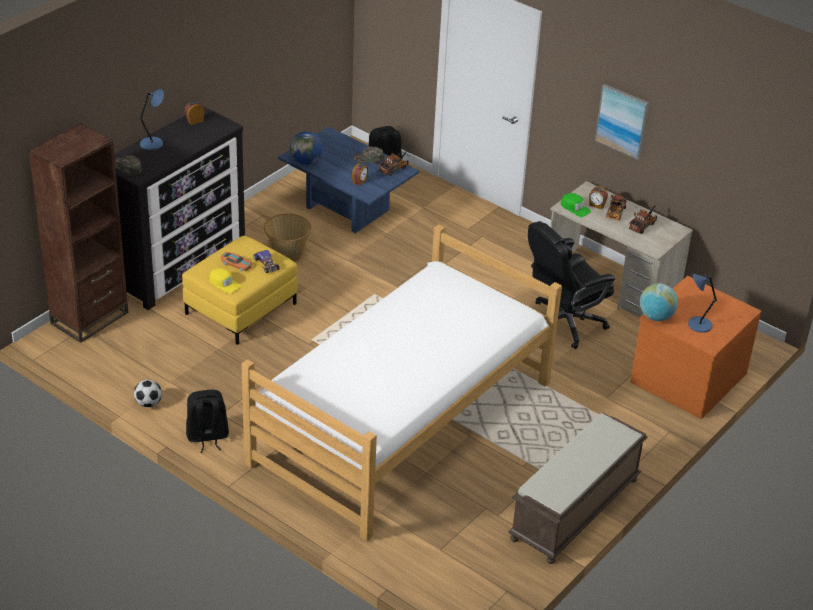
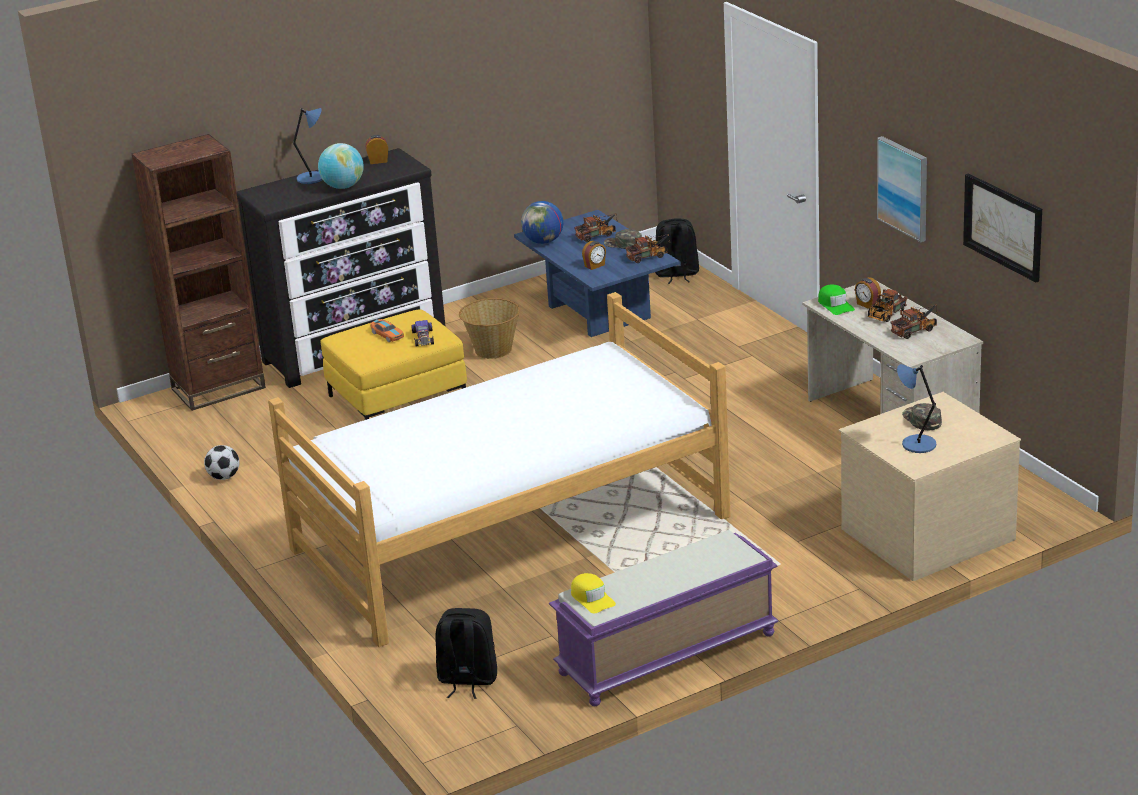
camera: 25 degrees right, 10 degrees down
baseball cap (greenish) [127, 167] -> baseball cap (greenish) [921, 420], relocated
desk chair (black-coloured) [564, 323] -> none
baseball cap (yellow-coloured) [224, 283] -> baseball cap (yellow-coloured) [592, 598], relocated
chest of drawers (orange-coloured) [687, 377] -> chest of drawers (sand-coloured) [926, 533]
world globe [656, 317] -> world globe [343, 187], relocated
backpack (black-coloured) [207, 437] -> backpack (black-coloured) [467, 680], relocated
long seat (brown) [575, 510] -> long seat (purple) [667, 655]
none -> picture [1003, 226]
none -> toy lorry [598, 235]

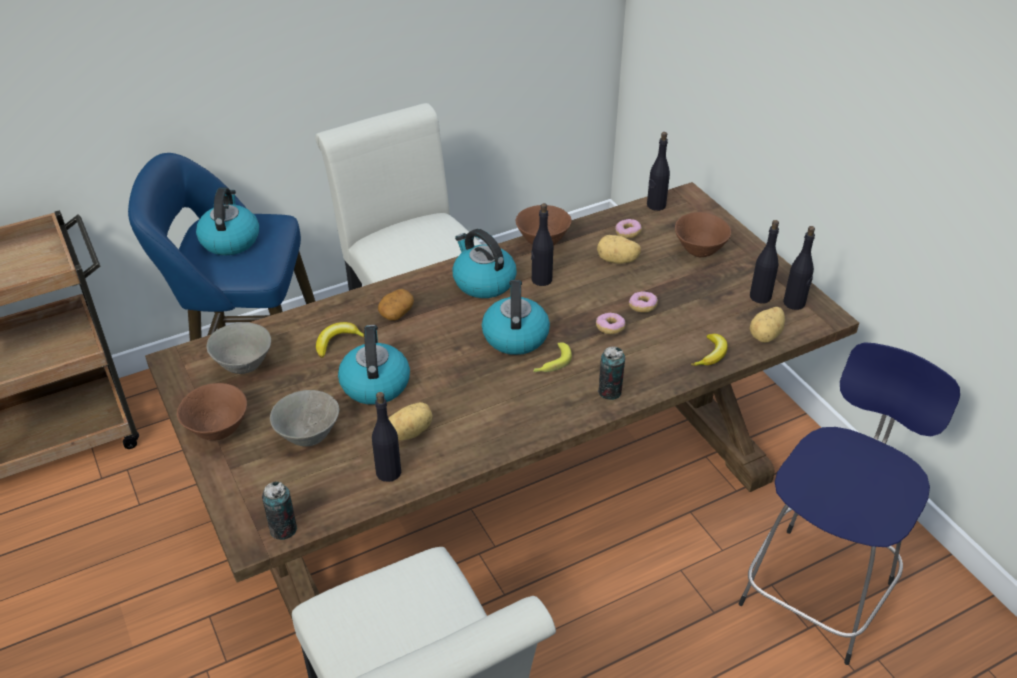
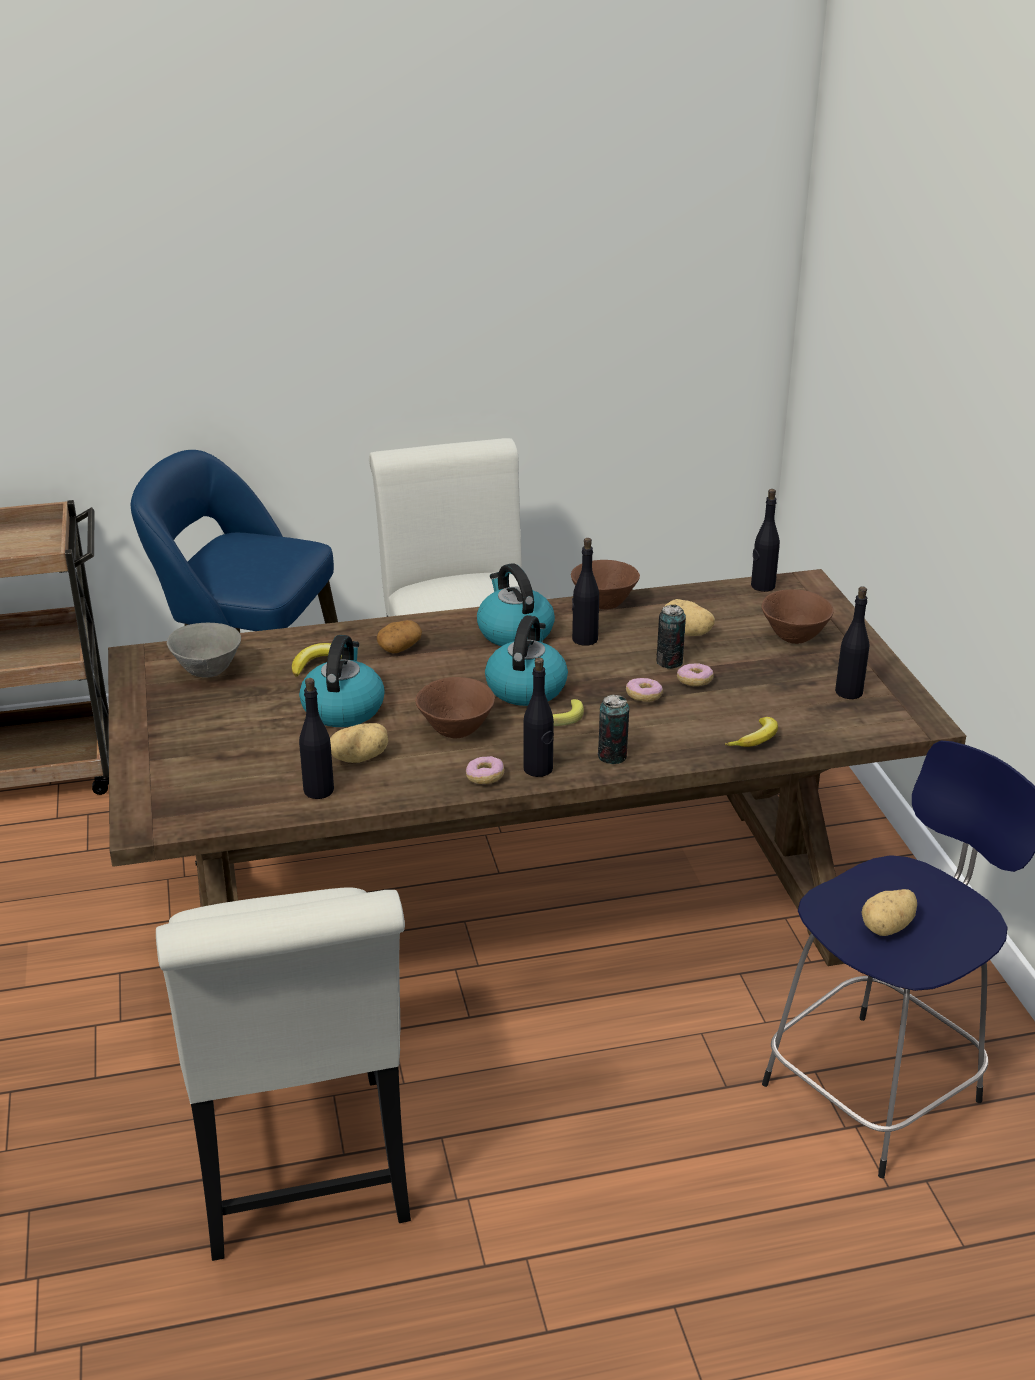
camera: 15 degrees right, 10 degrees down
tea kettle [230, 240] -> none
doughnut [628, 233] -> doughnut [485, 777], relocated
beverage bottle (black-coloured) [794, 303] -> beverage bottle (black-coloured) [538, 769], relocated
potato [766, 335] -> potato [888, 928], relocated
bowl (brown) [218, 431] -> bowl (brown) [456, 732], relocated
bowl (greyish) [308, 437] -> none
metal can [283, 529] -> metal can [669, 662], relocated

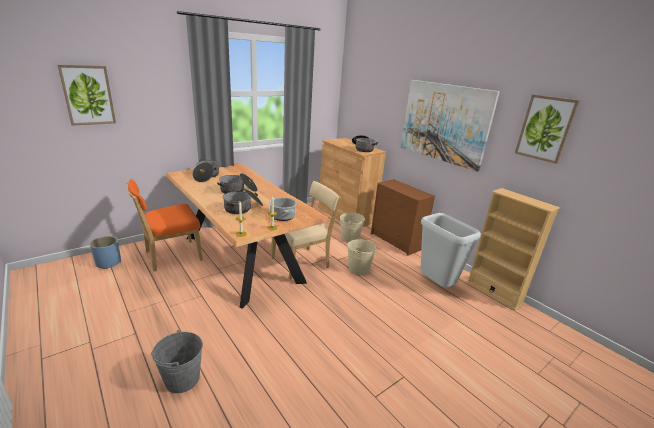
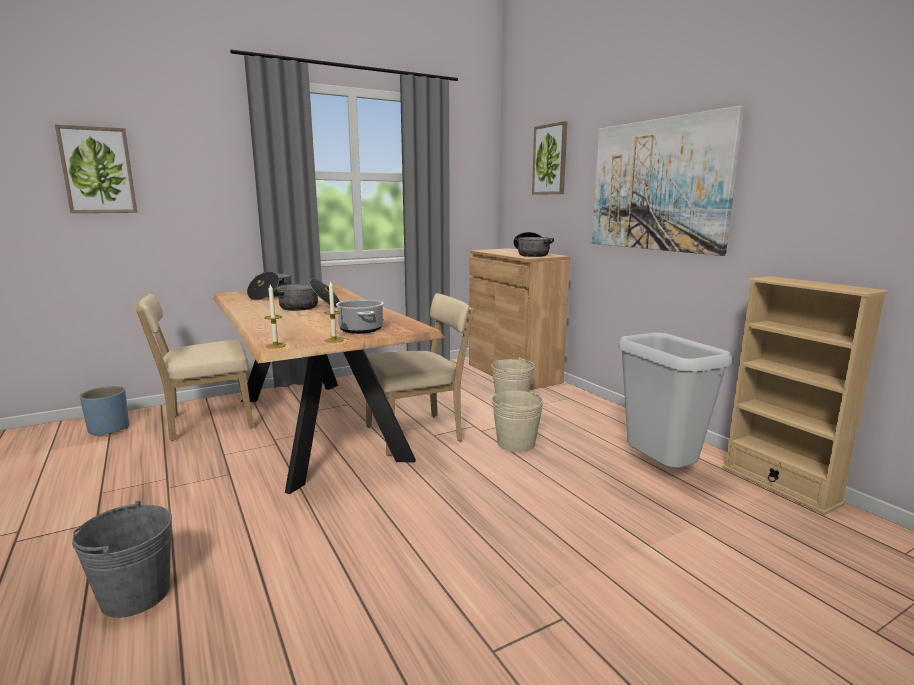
camera: 10 degrees right, 10 degrees down
picture [545, 128] -> picture [550, 159], relocated
chair (orange-coloured) [170, 256] -> chair (sand-coloured) [206, 422]
chest of drawers (brown) [397, 241] -> none
stockpot [243, 208] -> none

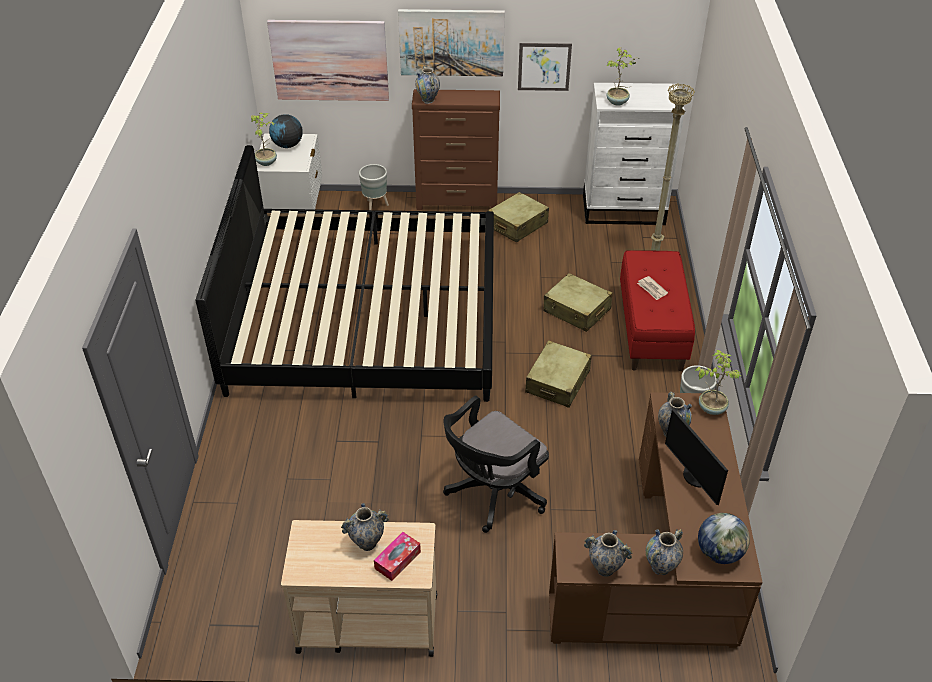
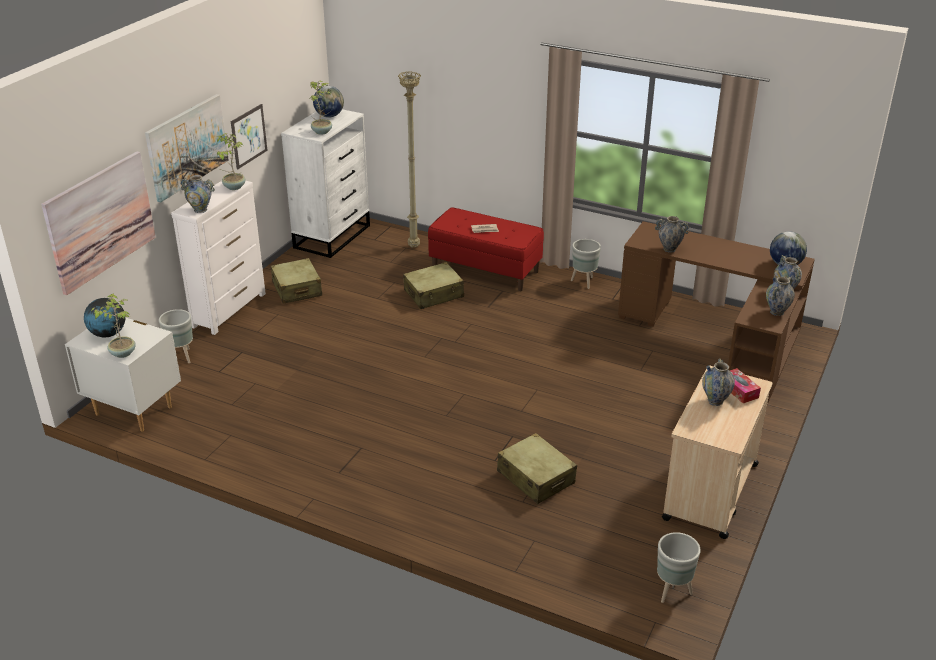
camera: 65 degrees left, 10 degrees down
chest of drawers (brown) [457, 202] -> chest of drawers (whitish) [230, 310]
bedroom bed [366, 315] -> none
piece of luggage (sand-coloured) [558, 382] -> piece of luggage (sand-coloured) [535, 477], relocated
houseplant [711, 408] -> houseplant [233, 187], relocated
desk chair (black-coloured) [492, 494] -> none
monitor [695, 477] -> none
none -> world globe [329, 116]
none -> plant pot (greyish) [671, 591]

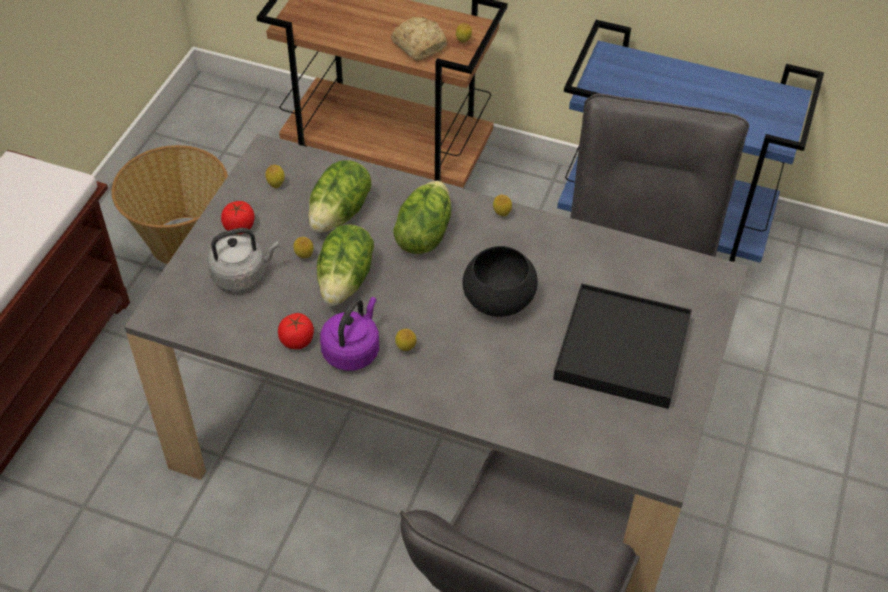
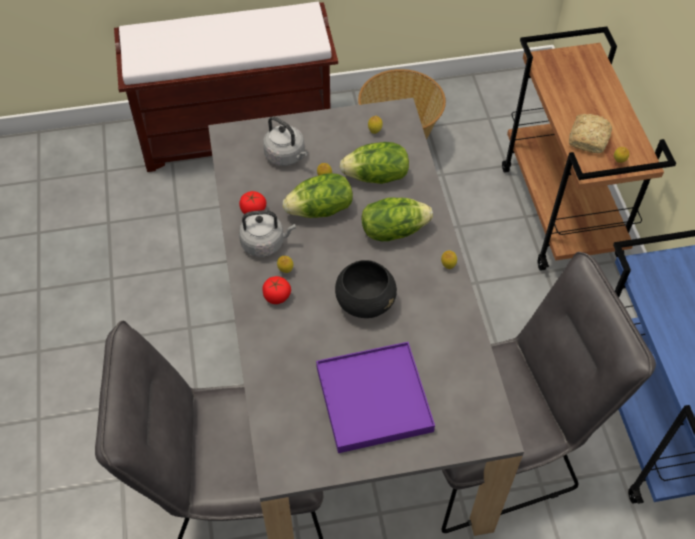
camera: 60 degrees right, 5 degrees up
fresh tomato [239, 227] -> fresh tomato [277, 296], relocated
tray (black-coloured) [622, 350] -> tray (purple) [373, 399]
tea kettle (purple) [352, 350] -> tea kettle (greyish) [265, 243]

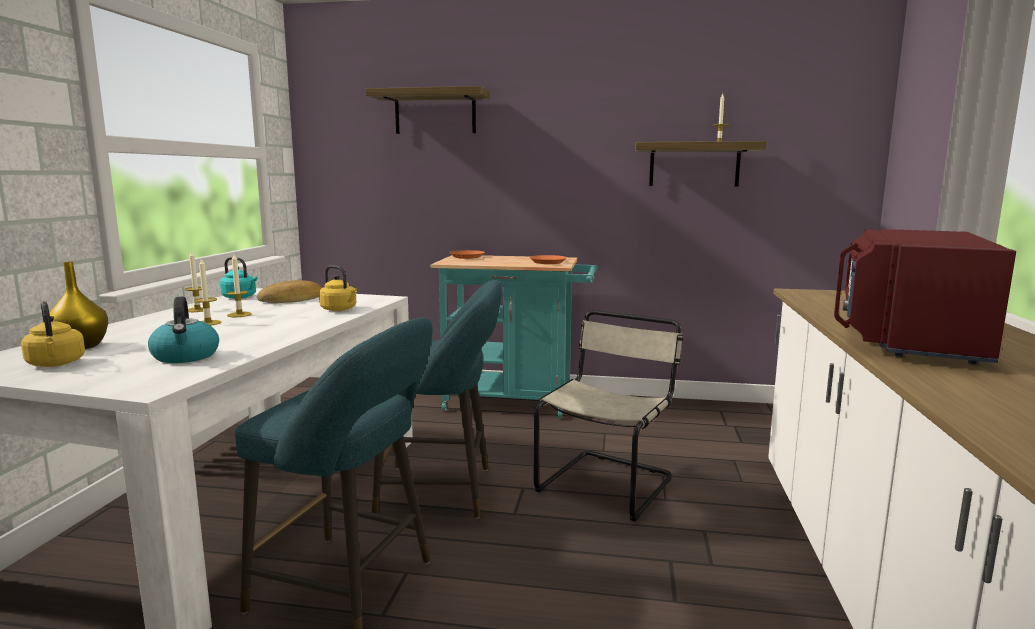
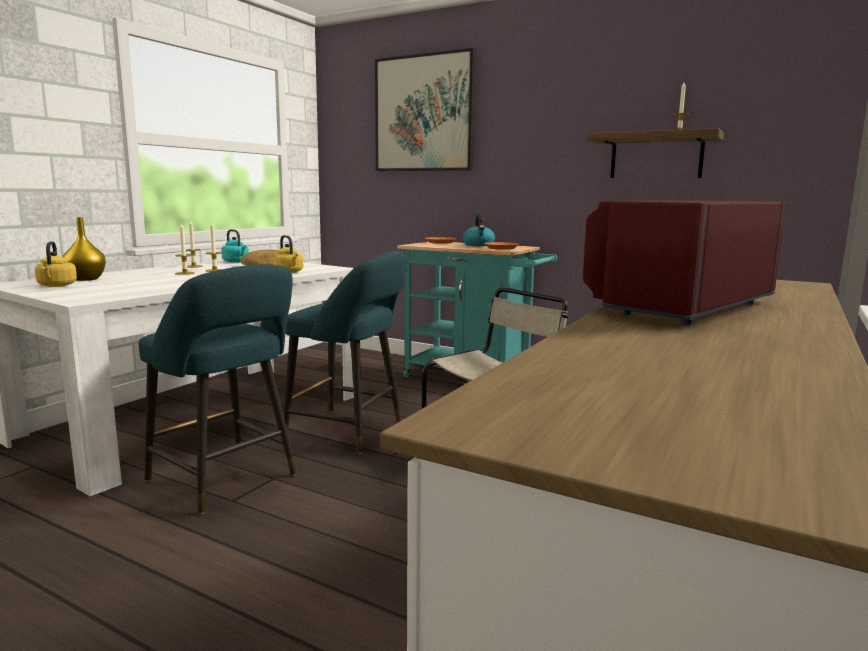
camera: 20 degrees right, 0 degrees up
bracket shelf [435, 113] -> picture [424, 114]
tea kettle [186, 356] -> tea kettle [479, 245], relocated

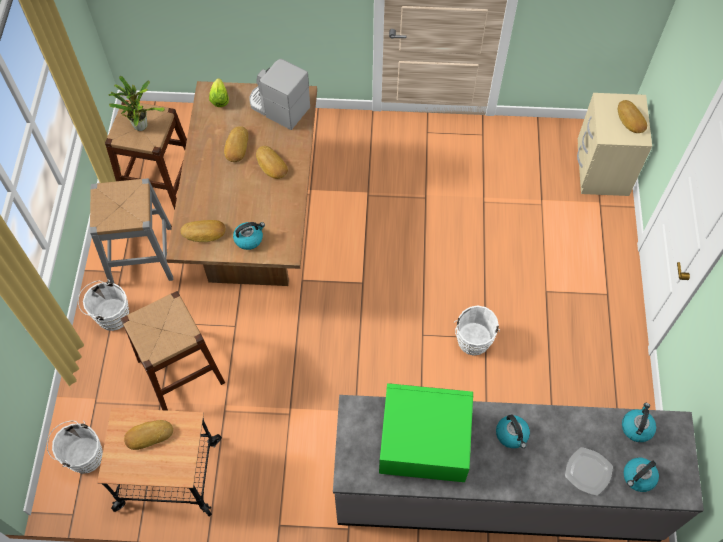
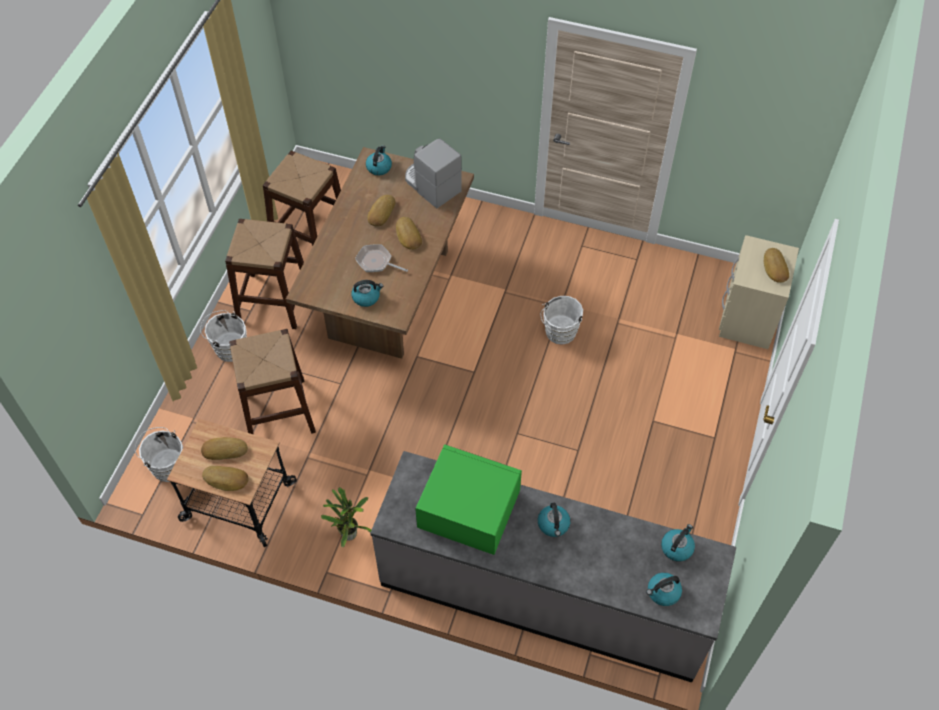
camera: 15 degrees right, 5 degrees down
houseplant [140, 124] -> houseplant [349, 532], relocated
lettuce head [219, 99] -> tea kettle [379, 167]
sitting stool (greyish) [141, 256] -> sitting stool (brown) [273, 300]
bakery bread [204, 233] -> bakery bread [226, 480], relocated
bucket (whitish) [472, 343] -> bucket (whitish) [559, 333], relocated
flat dish [588, 471] -> none
none -> frying pan [376, 262]

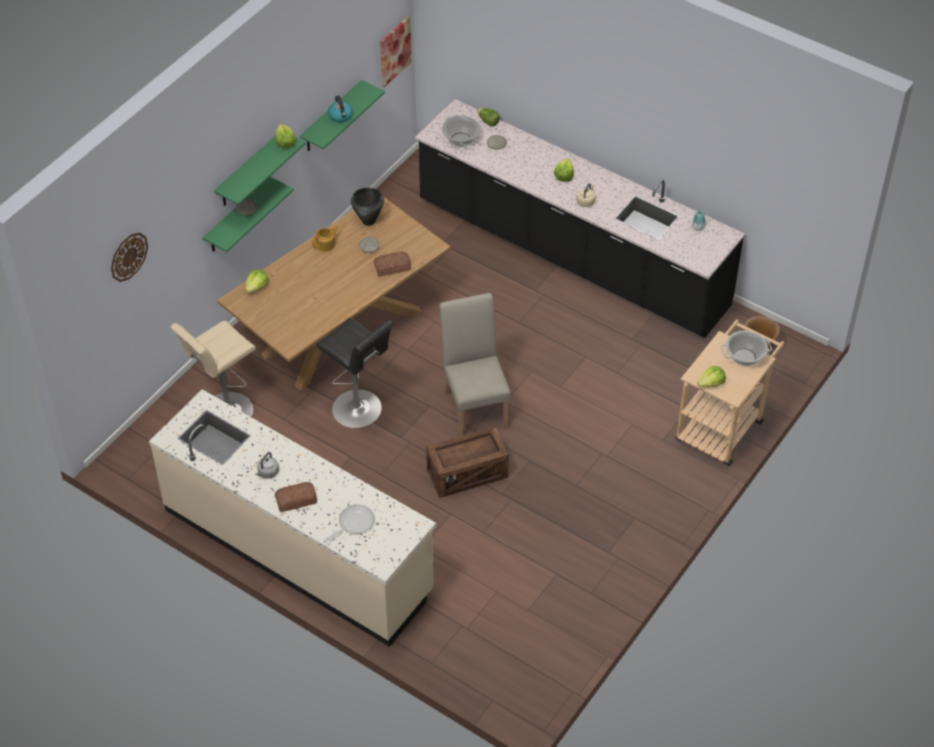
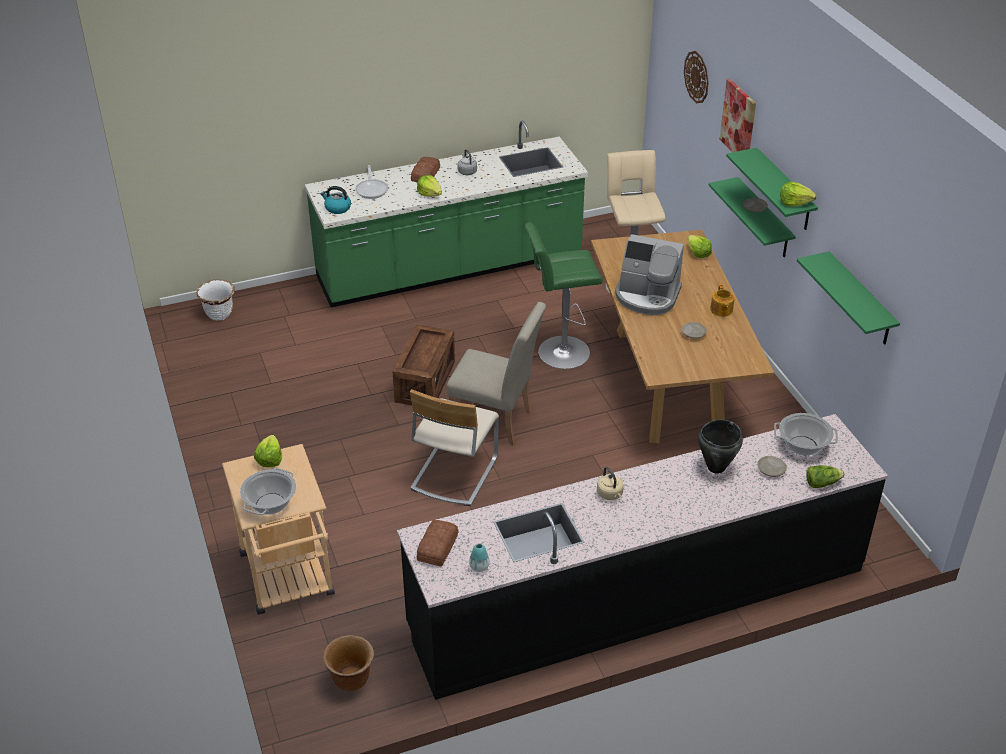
camera: 125 degrees right, 10 degrees down
picture [394, 51] -> picture [738, 121], relocated
tea kettle [340, 116] -> tea kettle [337, 208], relocated
lettuce head [564, 176] -> lettuce head [430, 194], relocated
stockpot (black-coloured) [369, 221] -> stockpot (black-coloured) [715, 467], relocated
bakery bread [393, 267] -> bakery bread [436, 547], relocated
sitting stool (black-coloured) [359, 410] -> sitting stool (greenish) [560, 353]
counter (sand-coloured) [298, 550] -> counter (greenish) [450, 268]
none -> coffee brewer [647, 296]
none -> plant pot (whitish) [219, 314]
none -> chair (sand-coloured) [453, 473]

